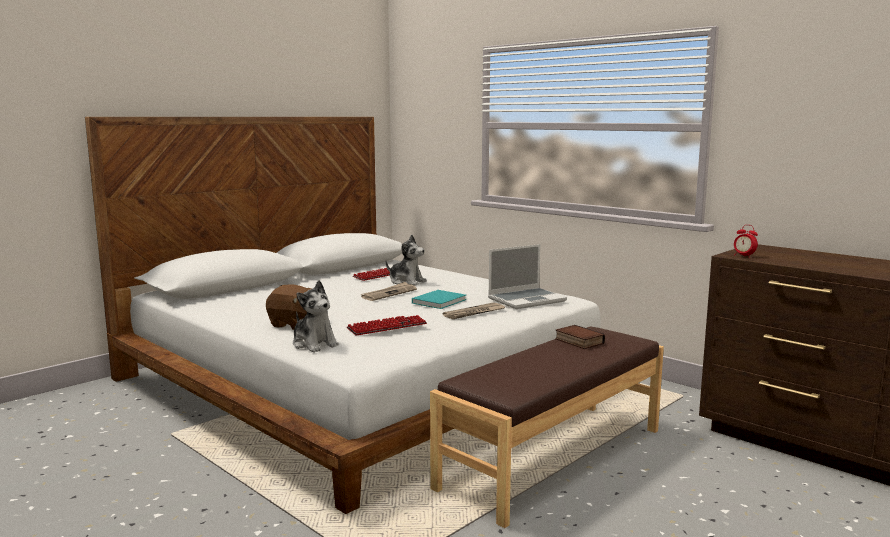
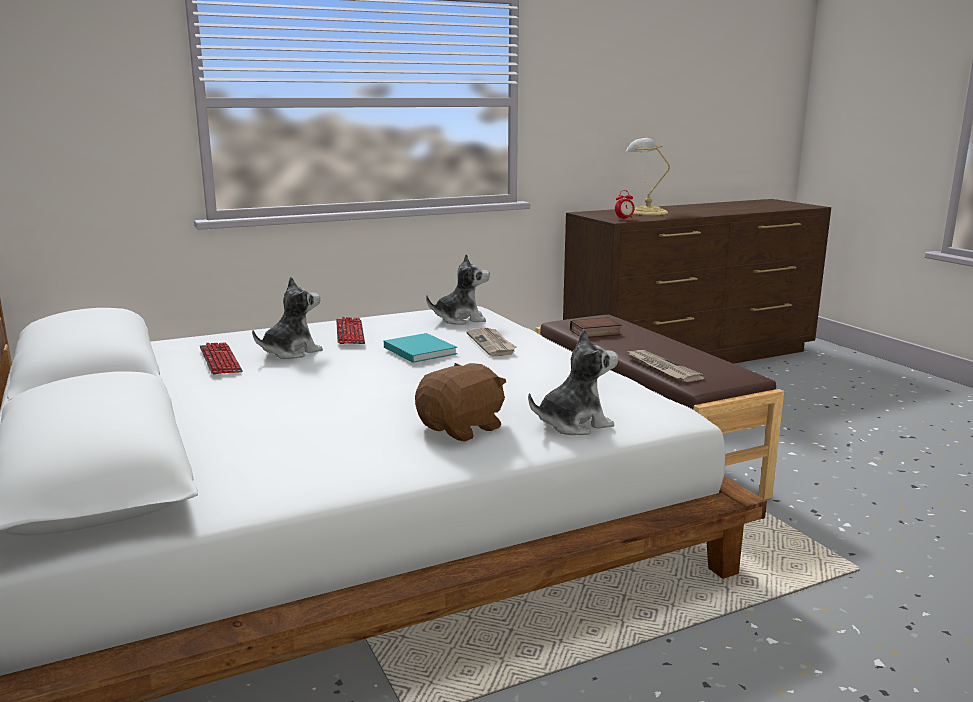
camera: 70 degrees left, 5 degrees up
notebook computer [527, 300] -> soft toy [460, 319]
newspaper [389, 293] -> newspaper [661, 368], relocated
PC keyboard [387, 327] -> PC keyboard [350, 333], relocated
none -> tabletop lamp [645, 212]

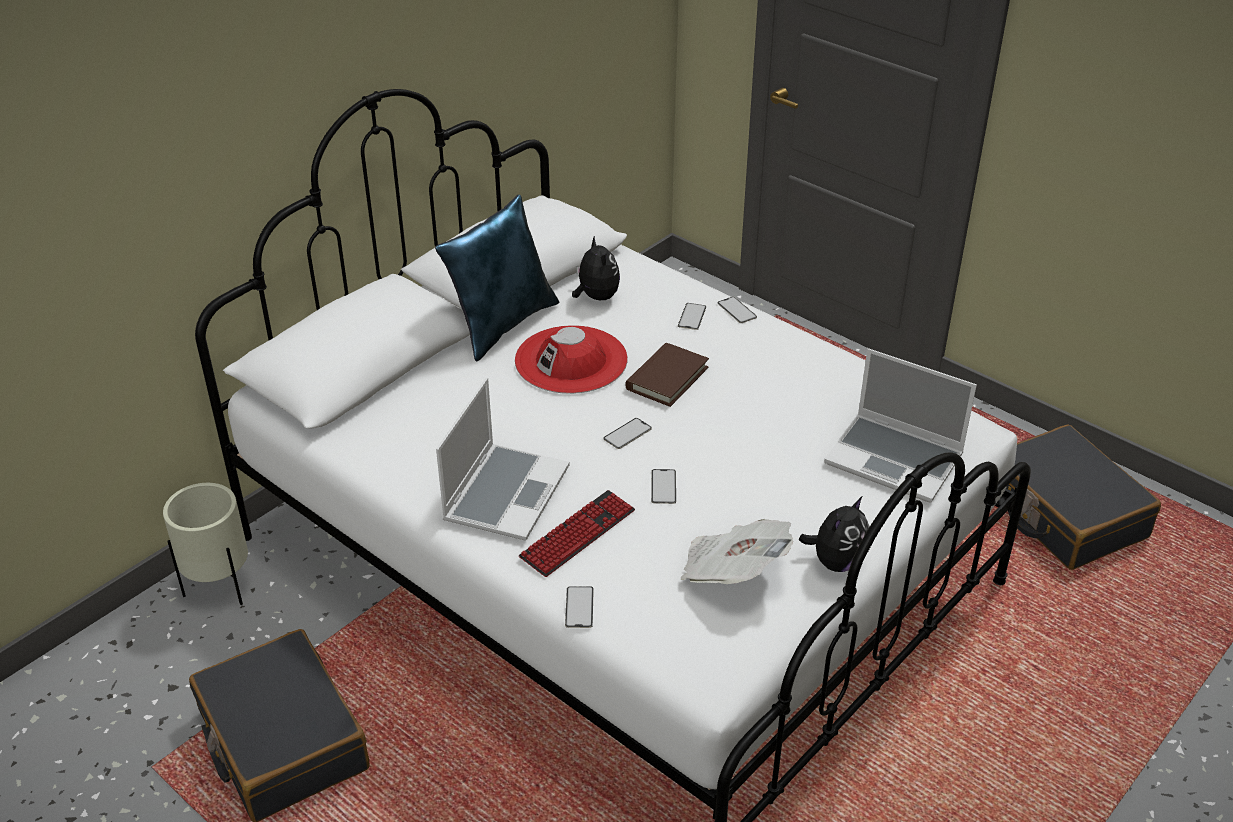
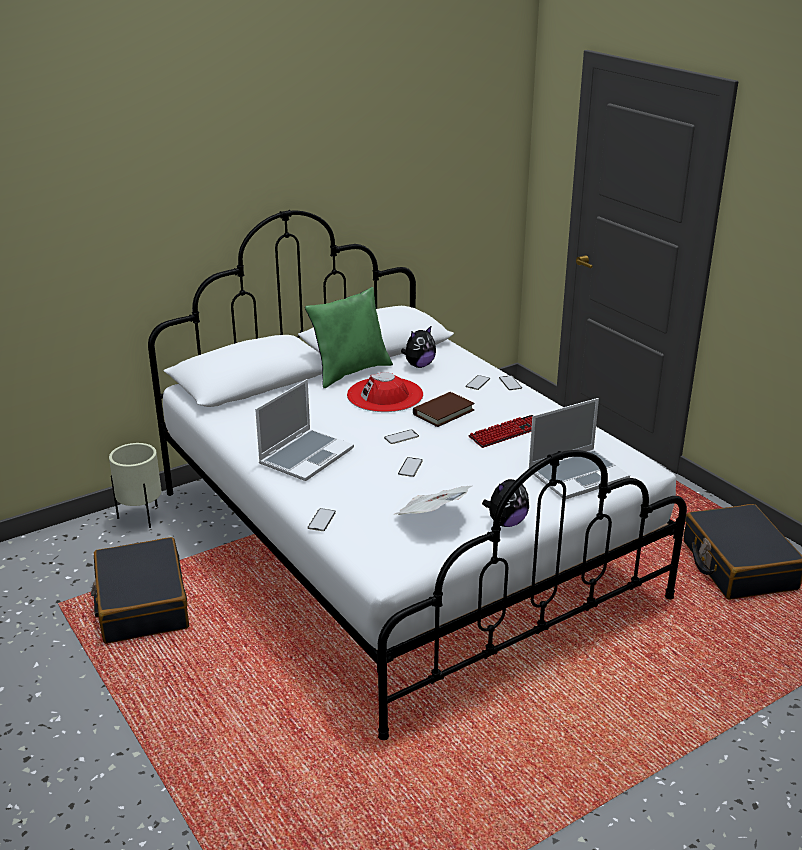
camera: 15 degrees right, 10 degrees down
cushion (blue-coloured) [502, 324] -> cushion (greenish) [350, 372]
soft toy [596, 297] -> soft toy [419, 365], 60 degrees clockwise
notebook computer [896, 459] -> notebook computer [578, 475], 75 degrees counterclockwise
PC keyboard [578, 534] -> PC keyboard [507, 432], relocated

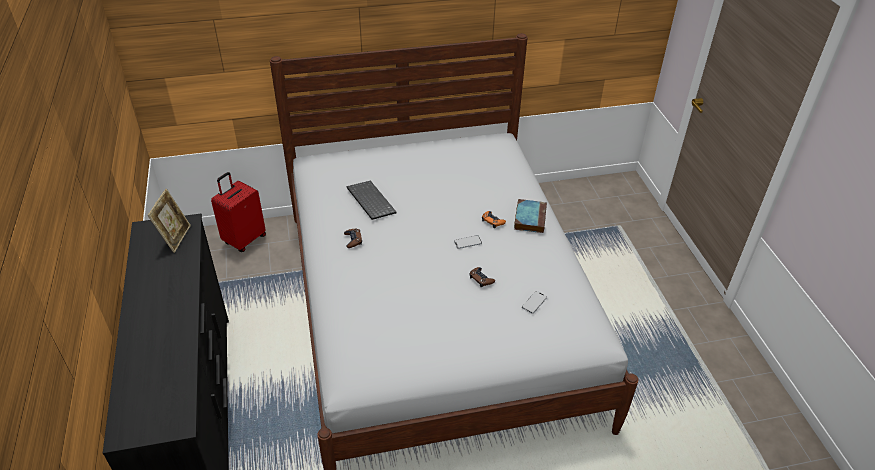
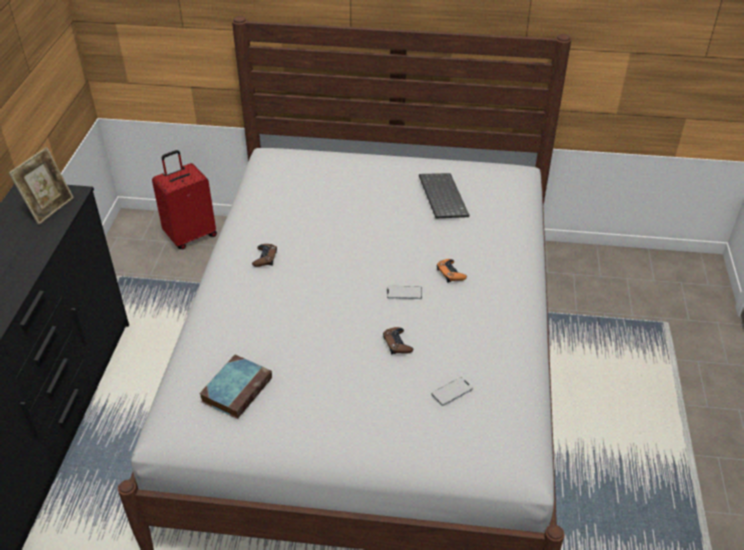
camera: 20 degrees right, 0 degrees up
PC keyboard [369, 201] -> PC keyboard [441, 196], relocated
book [529, 218] -> book [237, 389], relocated

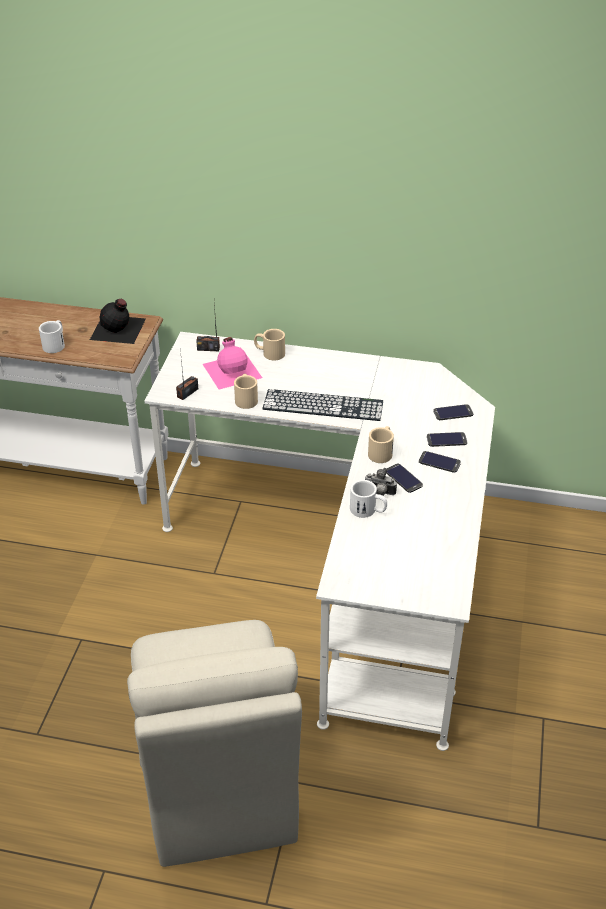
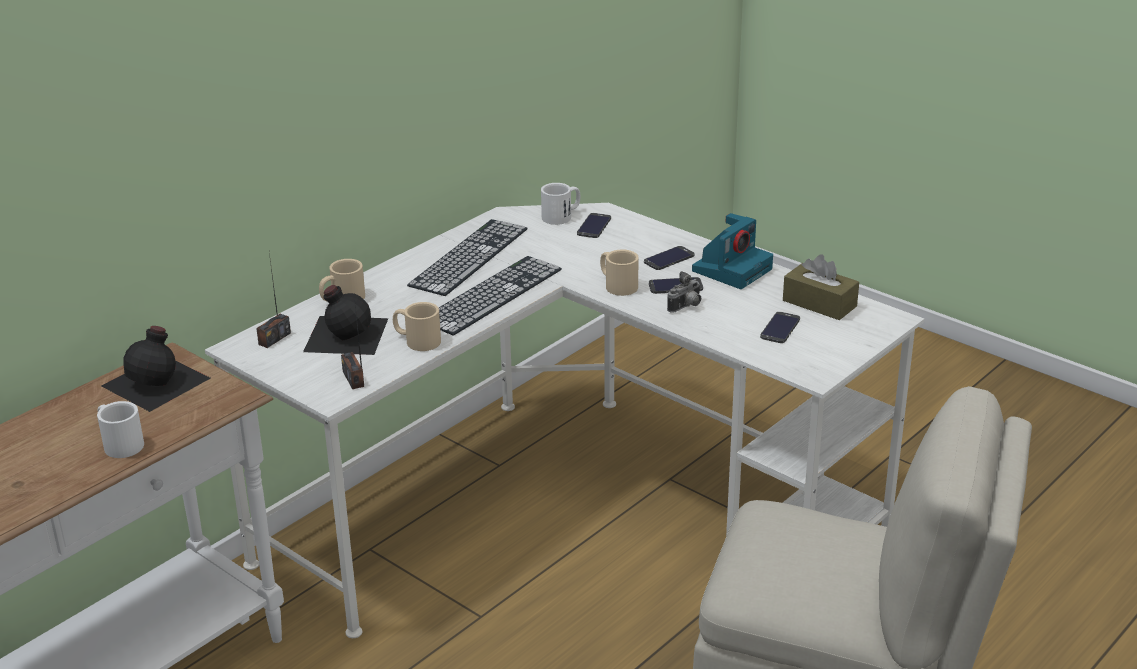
camera: 60 degrees left, 10 degrees down
beverage bottle (pink-coloured) [232, 370] -> beverage bottle (black-coloured) [345, 334]
handset [446, 440] -> handset [780, 328], relocated
mug (whitish) [368, 510] -> mug (whitish) [562, 216], relocated
none -> still camera [732, 269]
none -> PC keyboard [469, 257]
none -> tissue holder (brown) [819, 303]

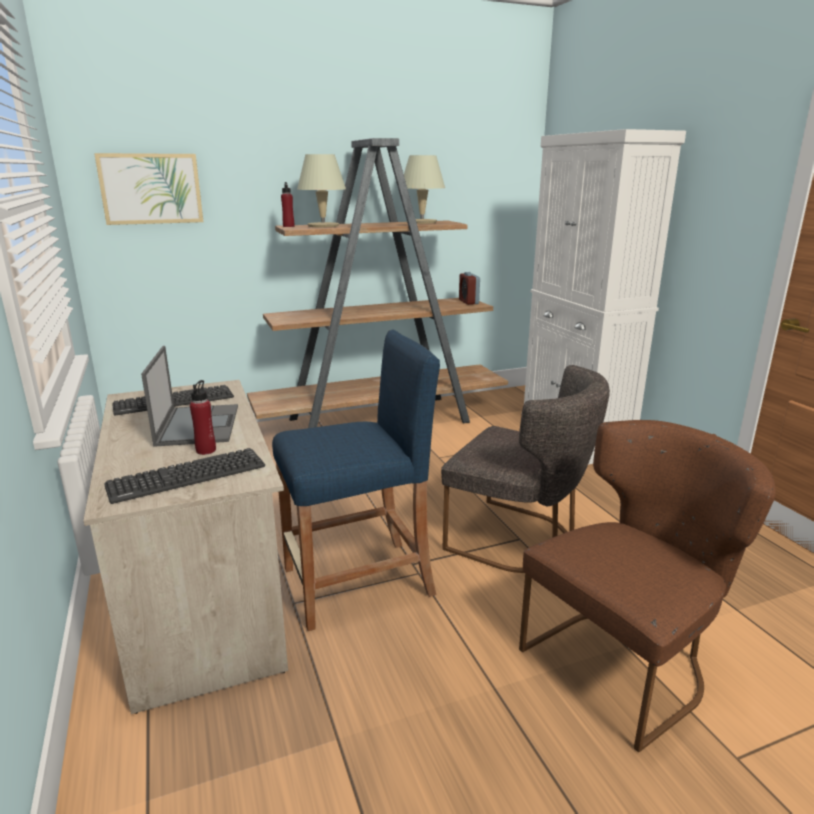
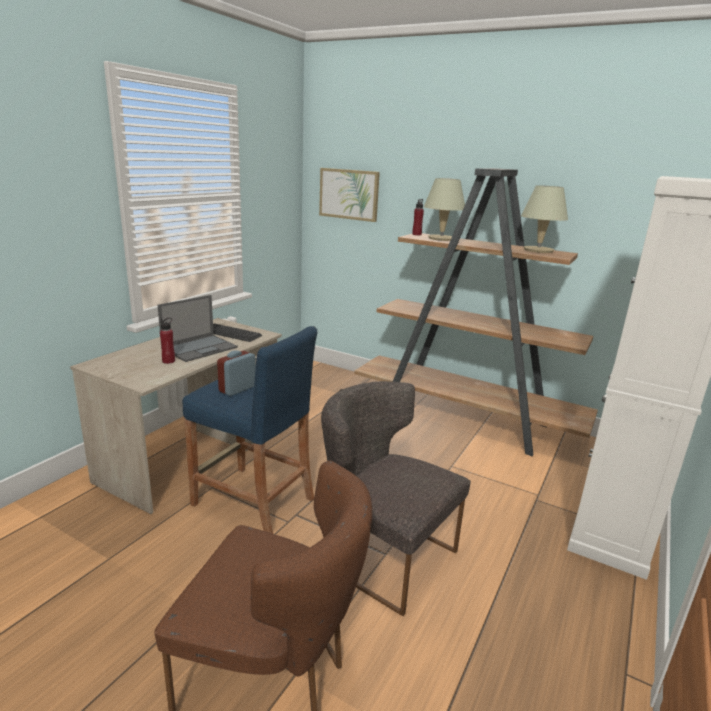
camera: 50 degrees right, 0 degrees up
table clock [468, 302] -> table clock [237, 389], relocated
chair (greyish) [519, 540] -> chair (greyish) [383, 554], 135 degrees clockwise
PC keyboard [187, 476] -> none

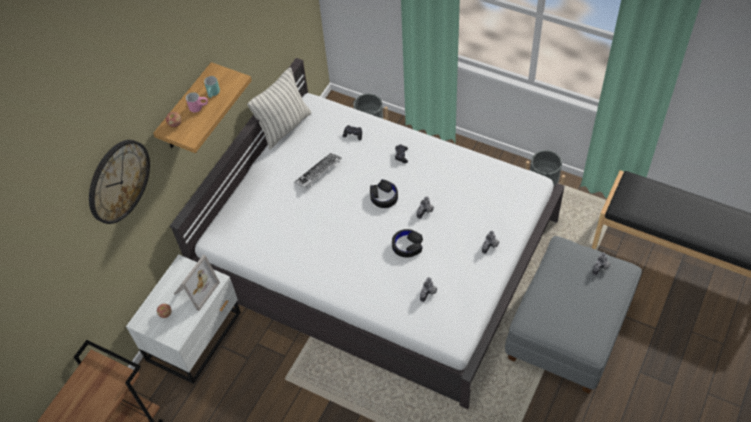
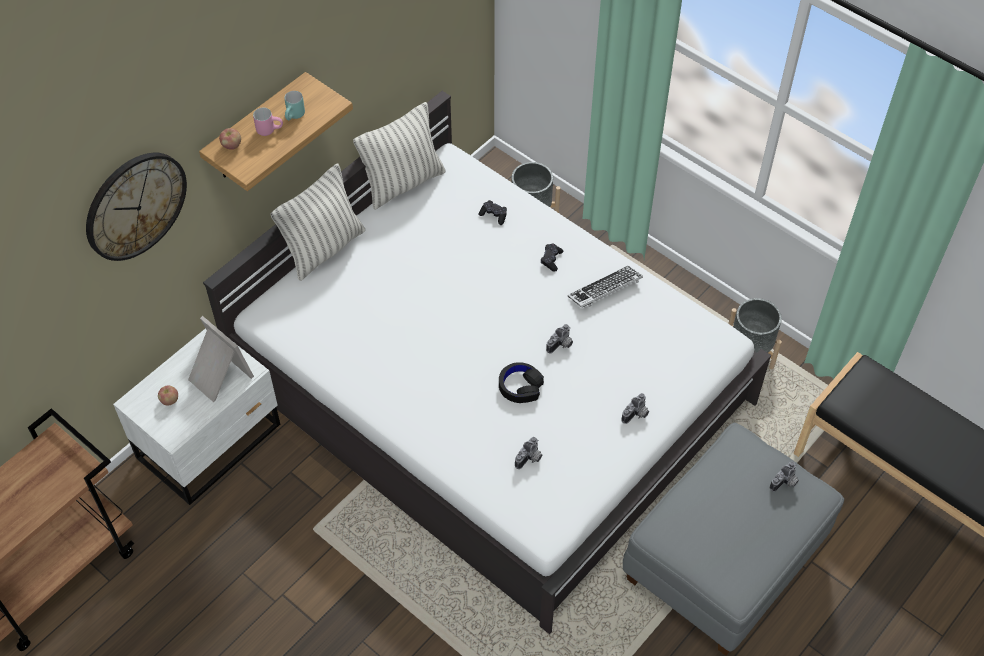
camera: 10 degrees right, 0 degrees up
PC keyboard [318, 172] -> PC keyboard [605, 290], relocated
pair of headphones (black-coloured) [384, 196] -> none
picture frame [195, 289] -> picture frame [218, 377], 90 degrees counterclockwise
none -> cushion [324, 249]

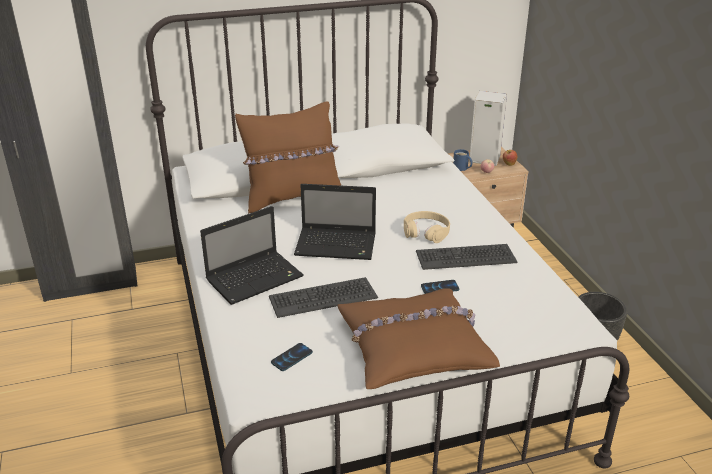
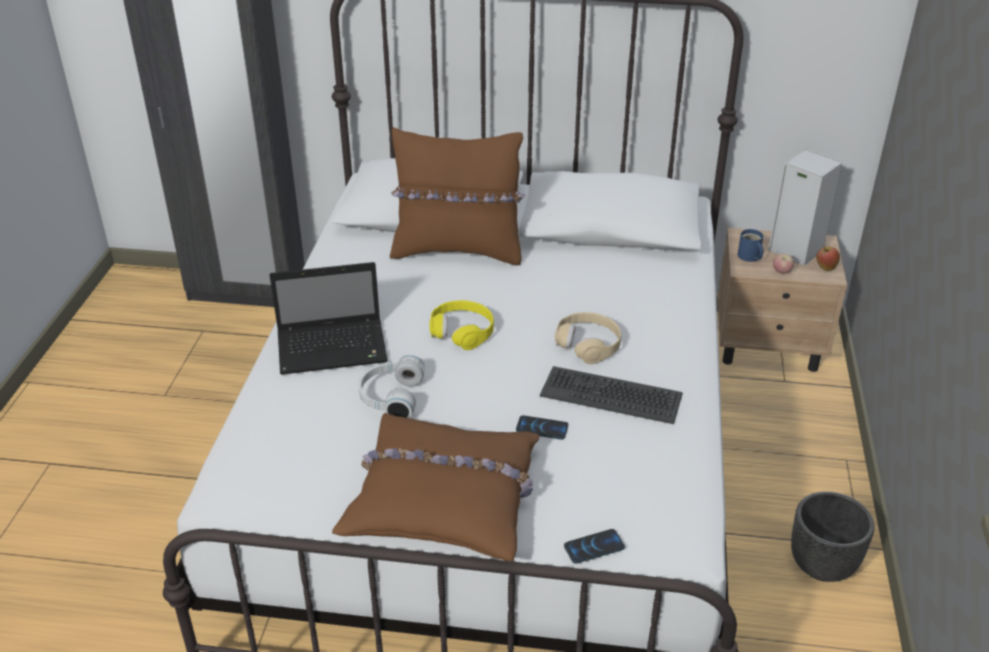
camera: 25 degrees right, 5 degrees up
notebook computer [337, 245] -> pair of headphones (yellow-coloured) [462, 331]
PC keyboard [323, 297] -> pair of headphones (whitish) [390, 397]
handset [291, 357] -> handset [594, 547], relocated

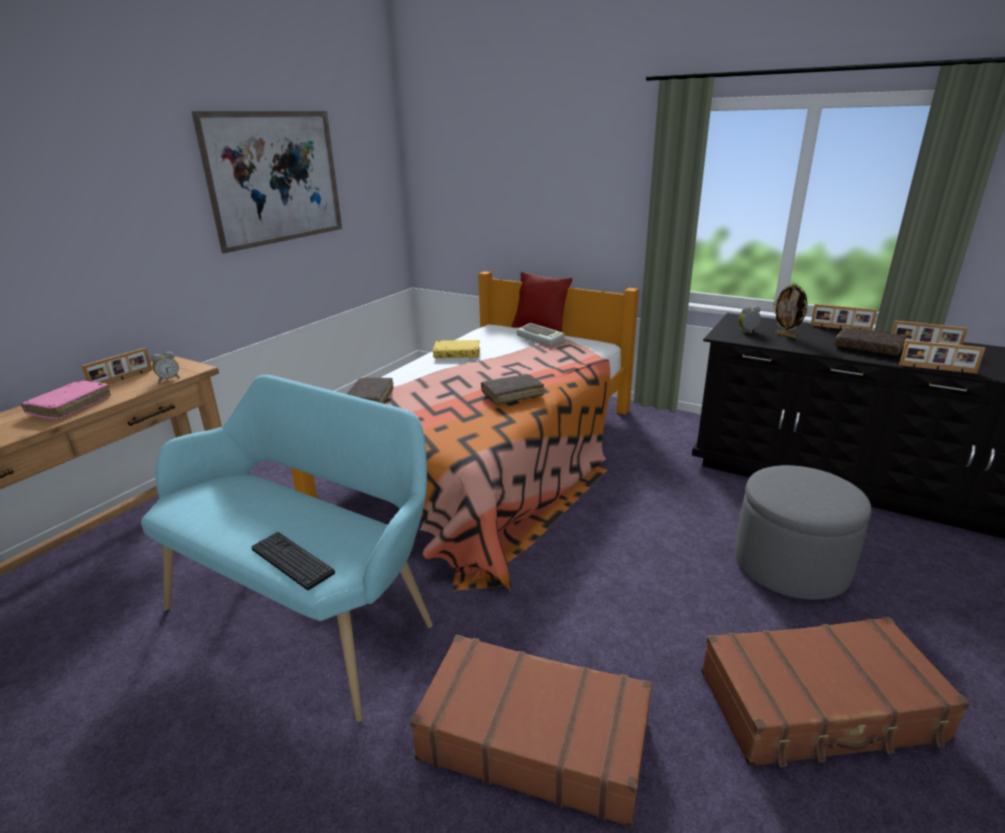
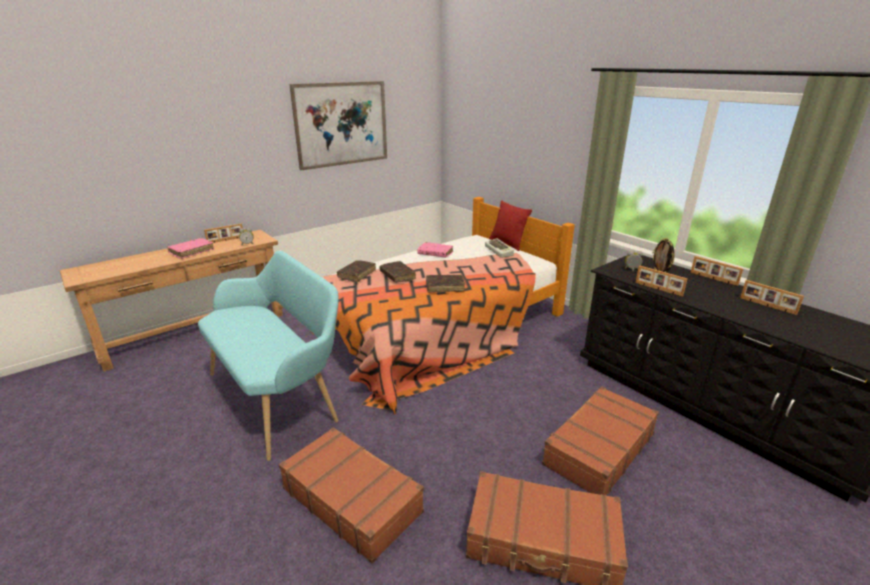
camera: 20 degrees right, 0 degrees up
book (brown) [868, 348] -> book (brown) [397, 276], relocated
book (yellow-coloured) [457, 354] -> book (pink-coloured) [435, 253]
picture frame [937, 369] -> picture frame [658, 289], relocated
footrest (greyish) [790, 565] -> piece of luggage (brown) [598, 449]
PC keyboard [292, 561] -> none

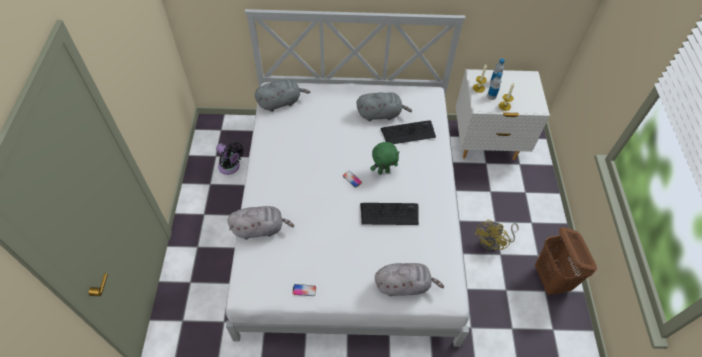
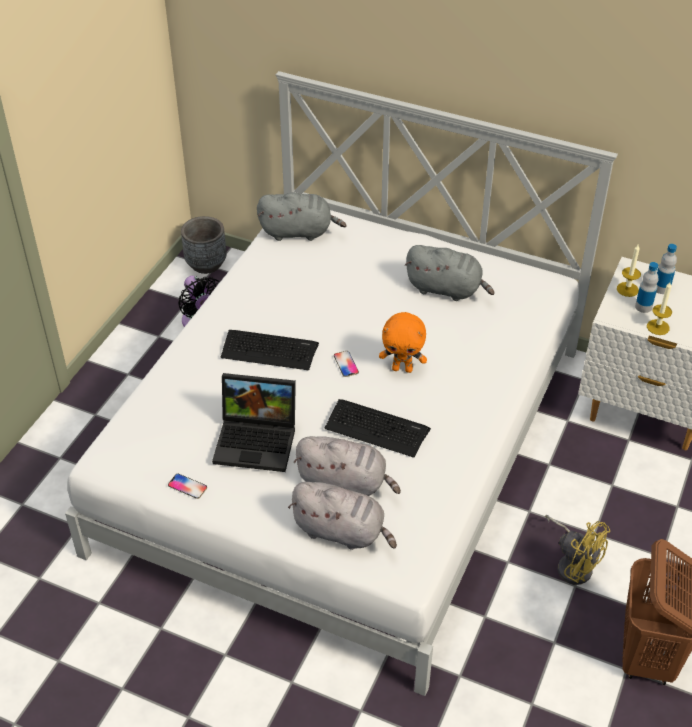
camera: 25 degrees right, 10 degrees down
PC keyboard [408, 133] -> PC keyboard [269, 350], relocated
soft toy (greenish) [383, 171] -> soft toy (orange-coloured) [402, 368]
soft toy (greyish) [260, 228] -> soft toy (greyish) [345, 483], relocated
cooling fan (yellow-coloured) [493, 242] -> cooling fan (yellow-coloured) [573, 564], 105 degrees counterclockwise
none -> plant pot (greyish) [206, 264]
none -> notebook computer [258, 440]

